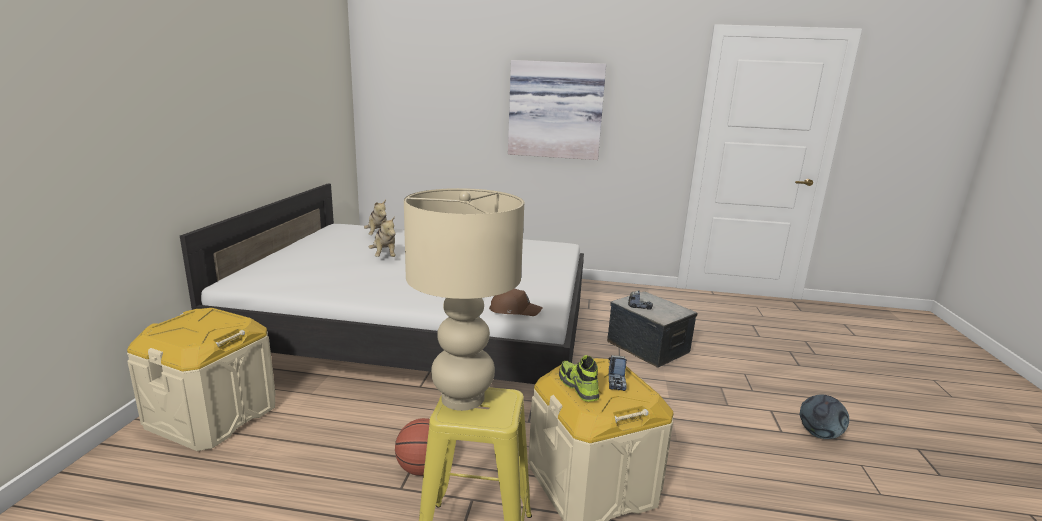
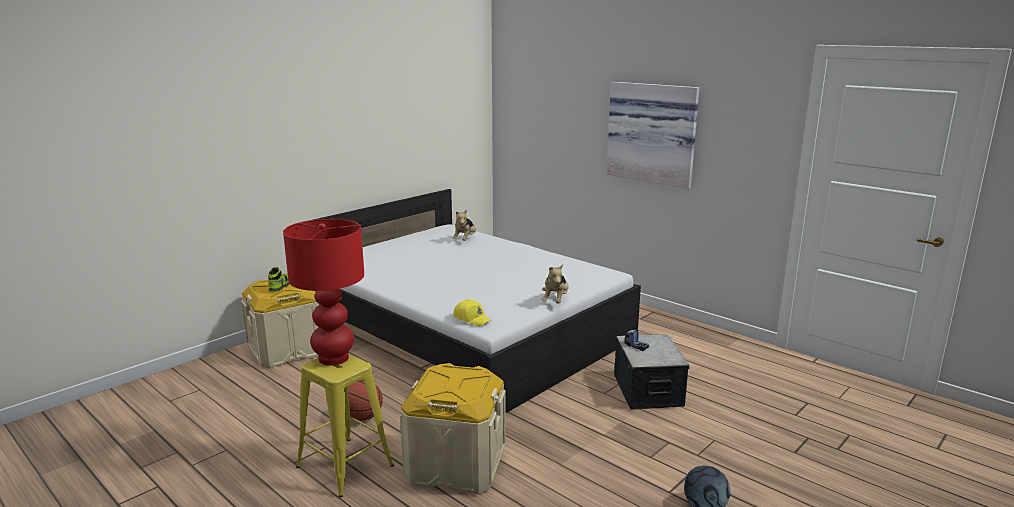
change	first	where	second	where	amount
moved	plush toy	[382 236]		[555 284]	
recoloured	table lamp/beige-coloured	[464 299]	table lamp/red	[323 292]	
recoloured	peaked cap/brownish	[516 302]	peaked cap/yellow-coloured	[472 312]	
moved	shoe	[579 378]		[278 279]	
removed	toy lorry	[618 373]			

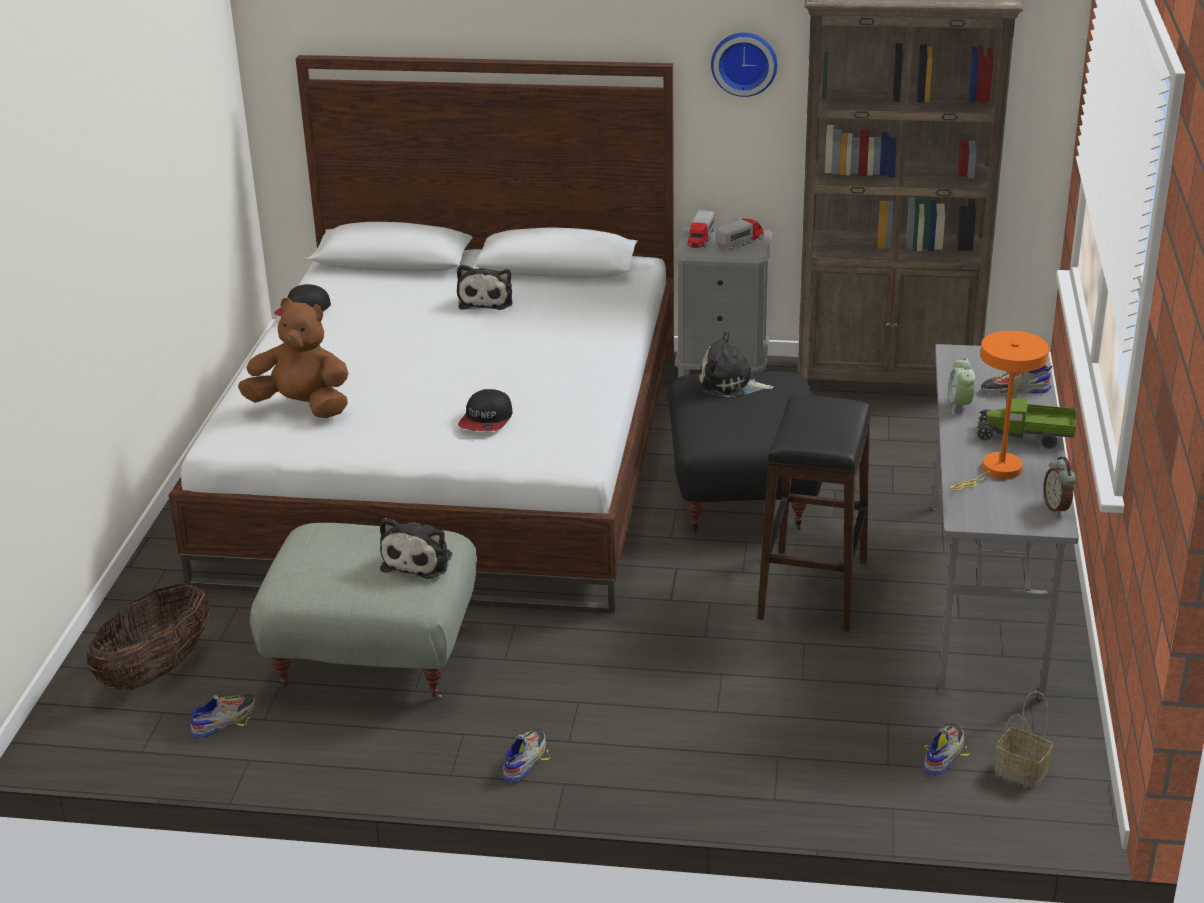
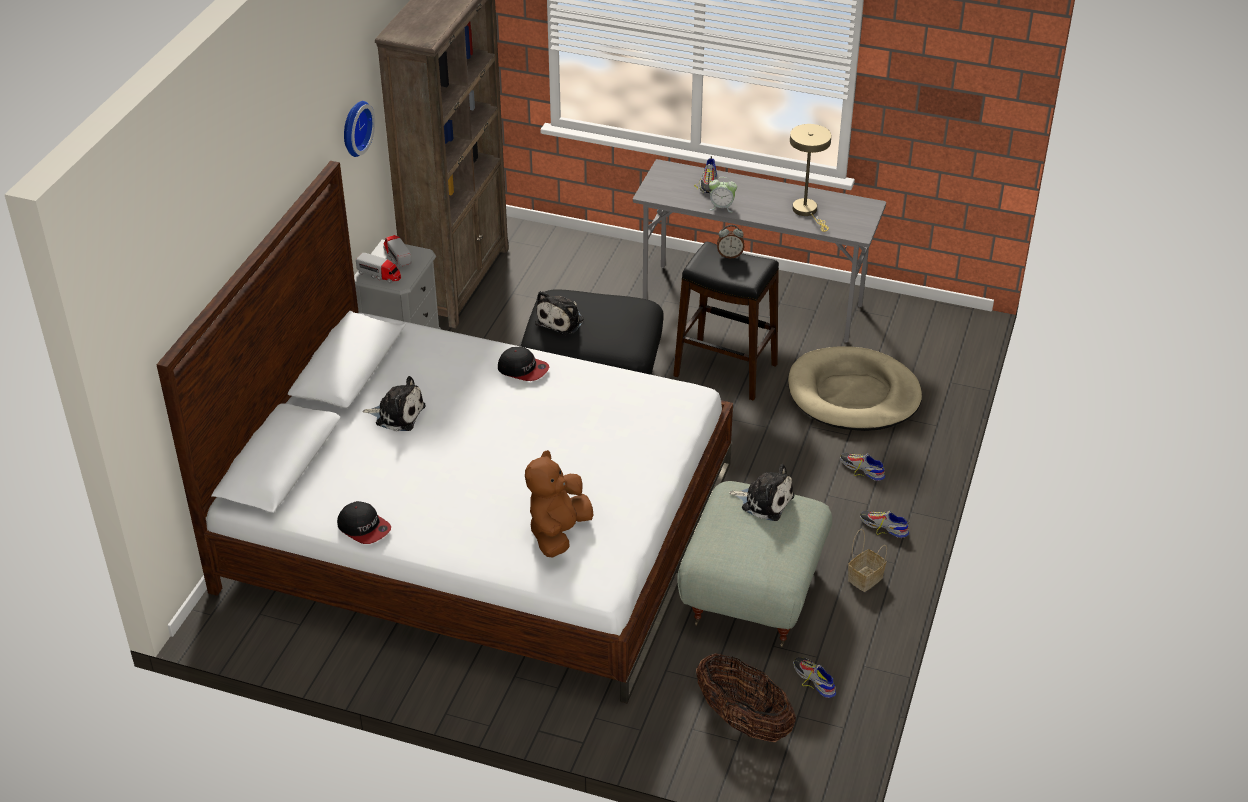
change	first	where	second	where	amount
moved	peaked cap	[485 410]		[524 364]	
moved	shoe	[946 749]		[862 467]	
recoloured	table lamp/orange-coloured	[999 411]	table lamp/beige-coloured	[810 178]	
removed	toy lorry	[1026 423]			
moved	basket	[1024 739]		[867 560]	
moved	table clock	[1060 486]		[730 242]	
added			pet bed/beige-coloured	[855 388]	

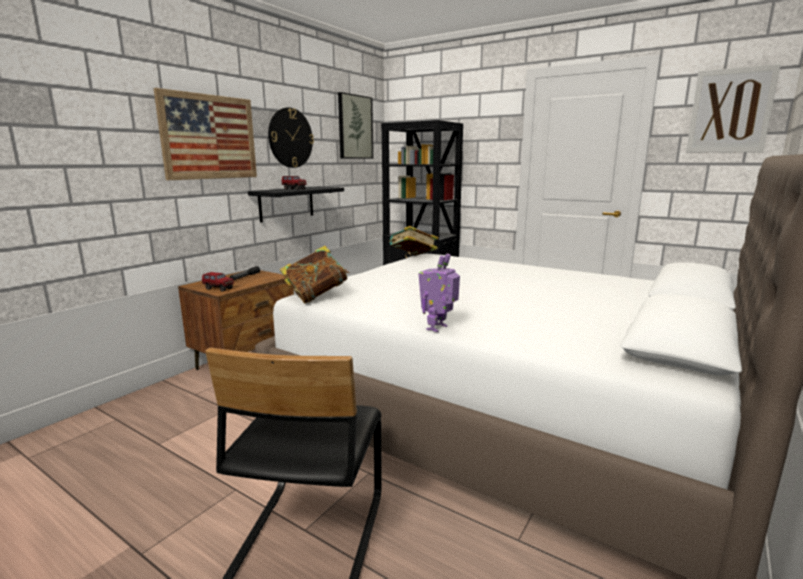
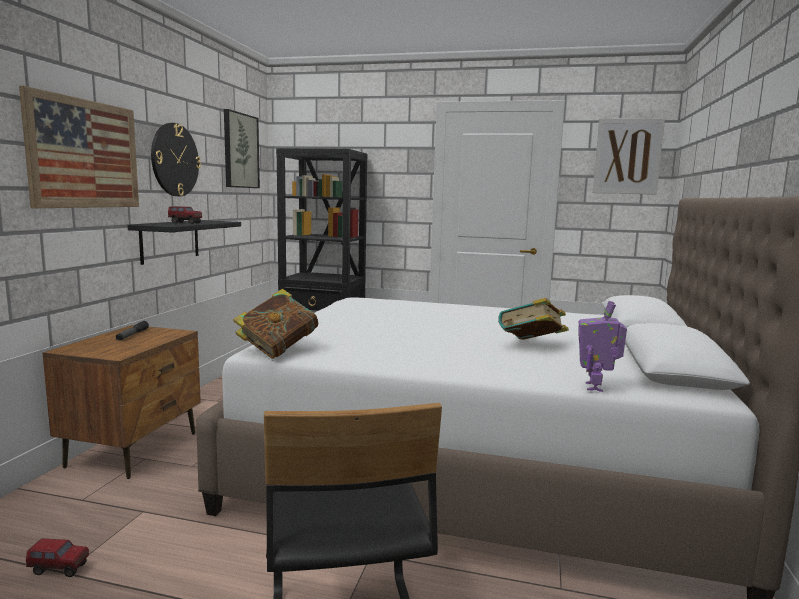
change	first	where	second	where	amount
moved	toy lorry	[218 282]		[57 558]	
moved	volume	[413 240]		[533 319]	
moved	model robot	[439 293]		[602 346]	

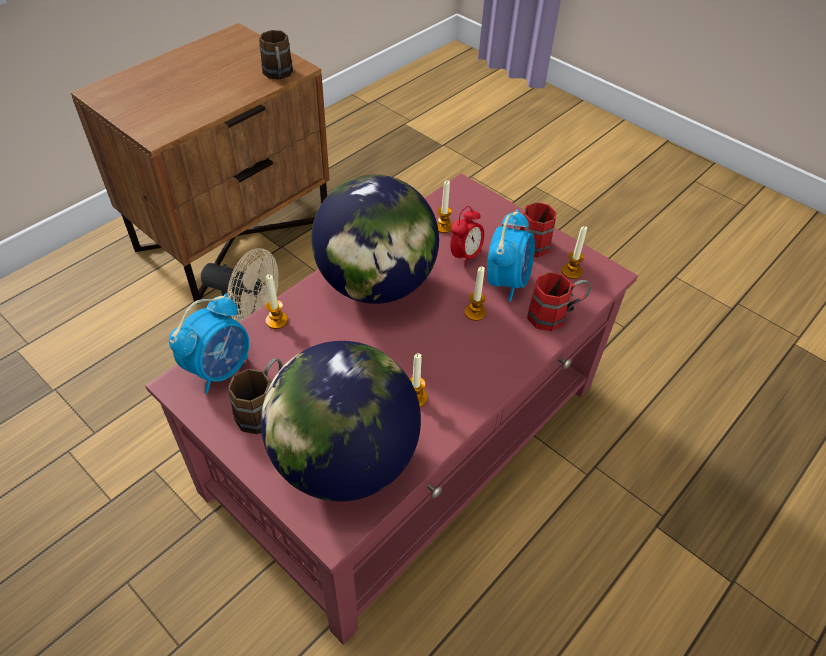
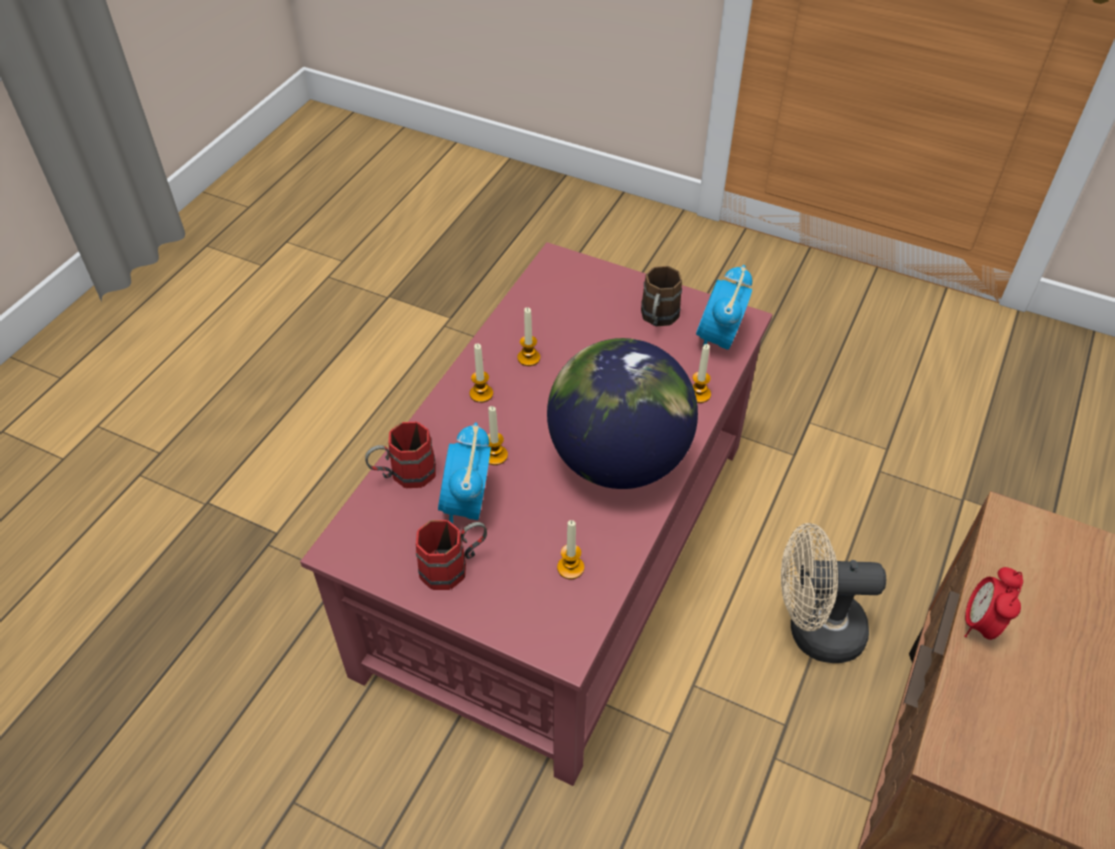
change	first	where	second	where	amount
removed	mug/brownish	[276 55]			
removed	world globe	[341 421]			
moved	table clock	[467 236]		[993 603]	
moved	wax light	[574 252]		[481 373]	

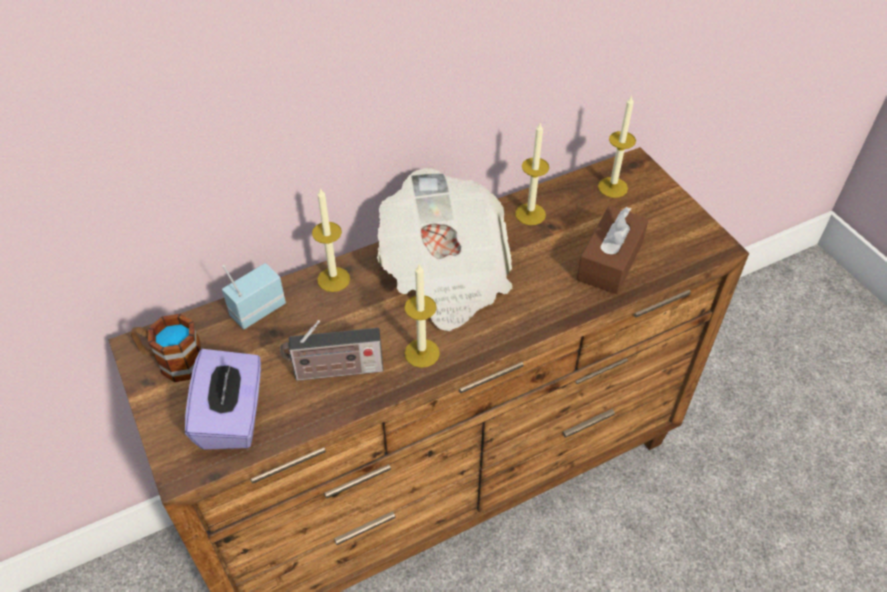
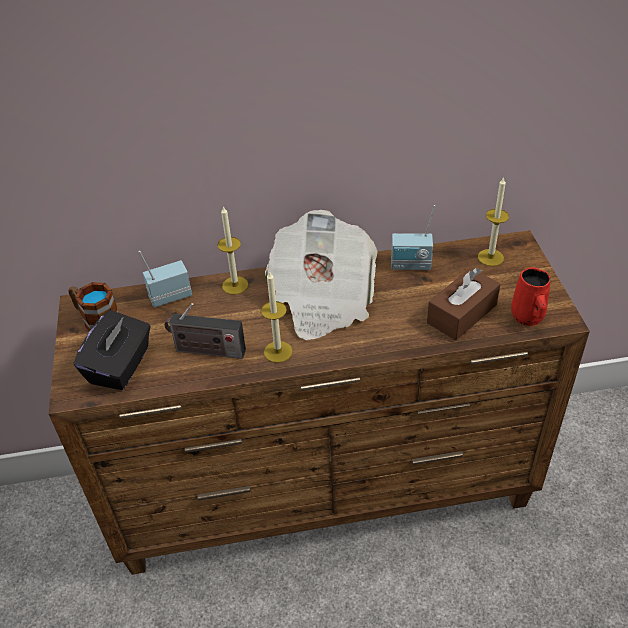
change	first	where	second	where	amount
recoloured	tissue box/purple-coloured	[223 399]	tissue box/blackish	[112 350]	
replaced	wax light	[532 173]	radio set	[413 237]	
added			mug/red	[531 296]	

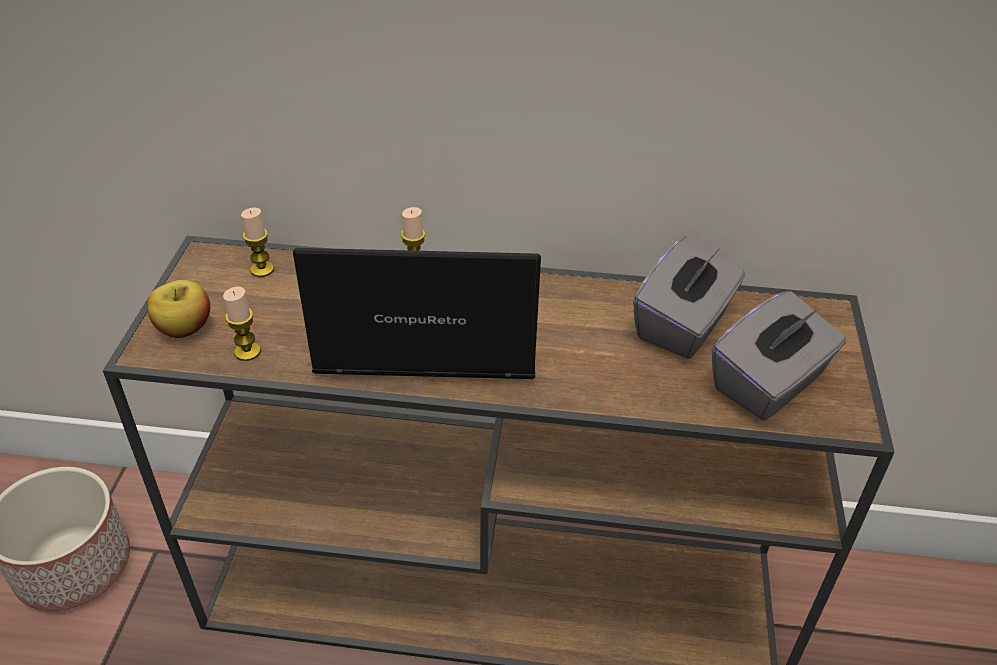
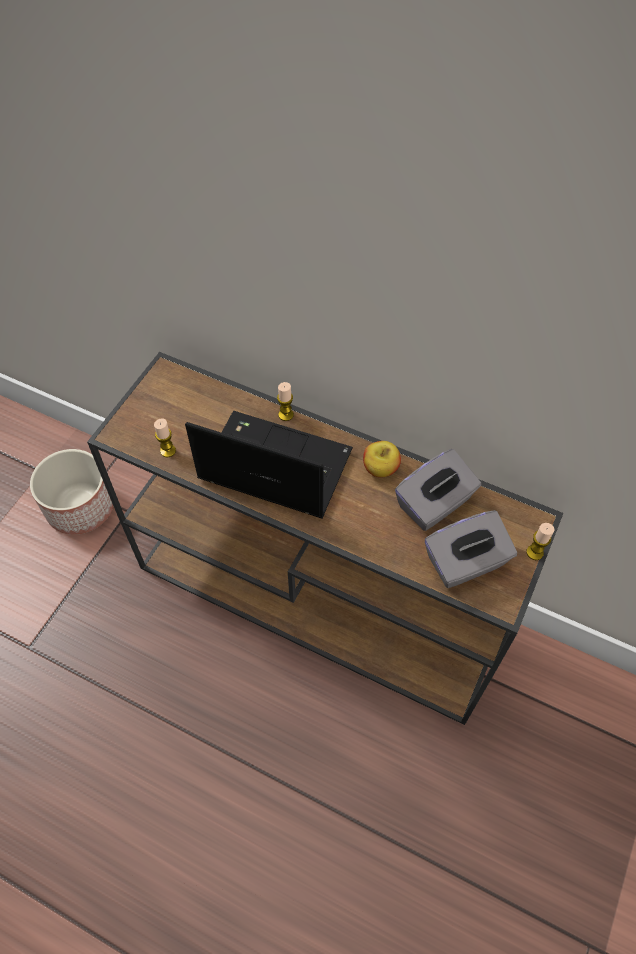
change	first	where	second	where	amount
moved	whole apple	[178 309]		[382 459]	
moved	wax light	[257 242]		[540 541]	

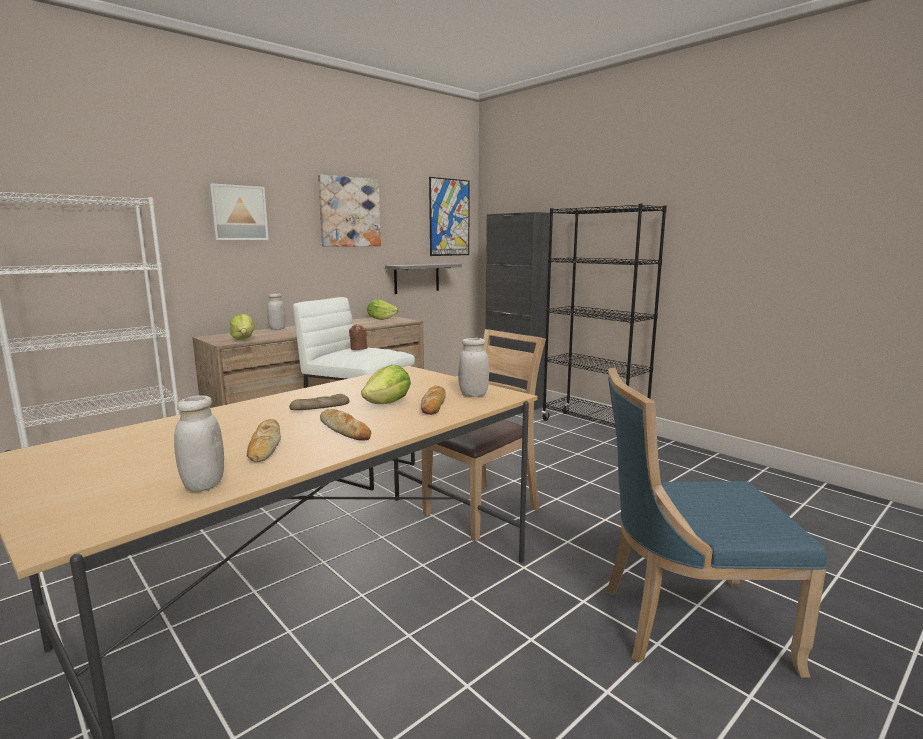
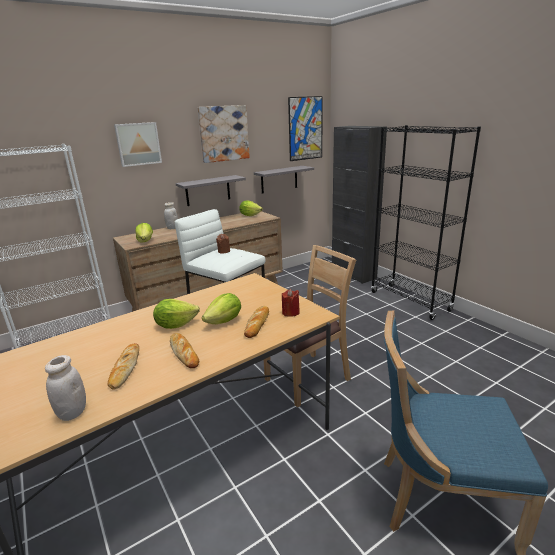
change	first	where	second	where	amount
replaced	bread	[319 402]	head of lettuce	[176 314]	
replaced	storage jar/whitish	[473 367]	wax light/red	[291 303]	
added			shelf/grey	[211 190]	

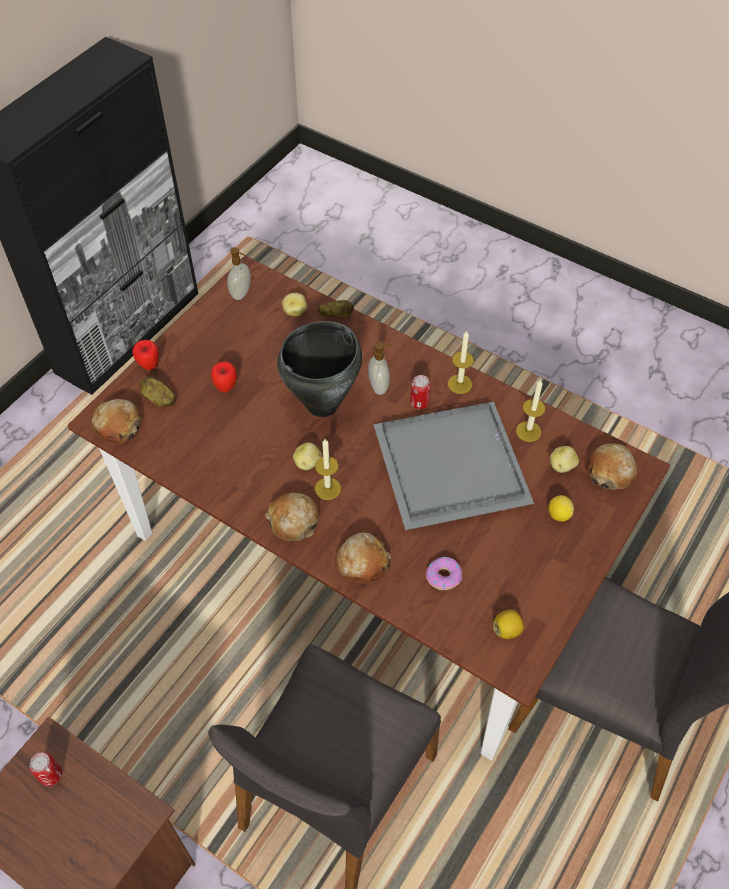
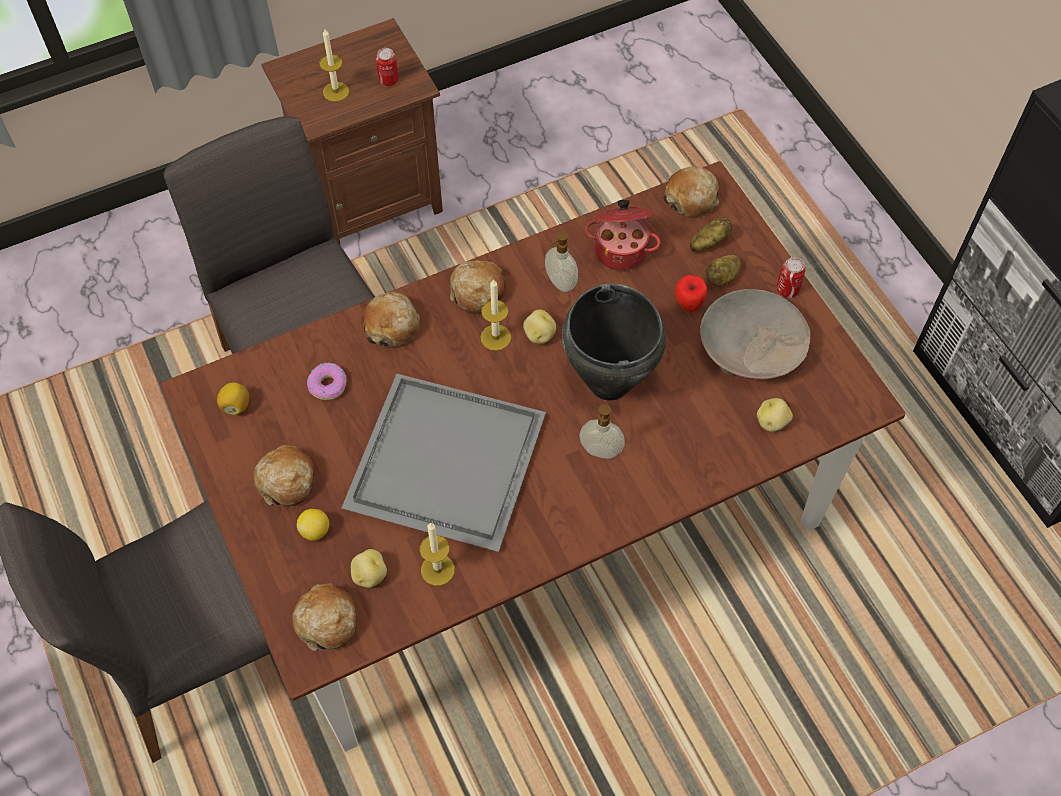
change	first	where	second	where	amount
removed	whole apple	[145 355]			
moved	soap bottle	[239 273]		[561 261]	
moved	whole potato	[336 309]		[723 270]	
moved	sealed can	[420 392]		[791 277]	
moved	wax light	[461 362]		[334 65]	
added			bread	[284 475]	
added			saucepot	[622 235]	
added			deep dish/beige-coloured	[755 334]	

